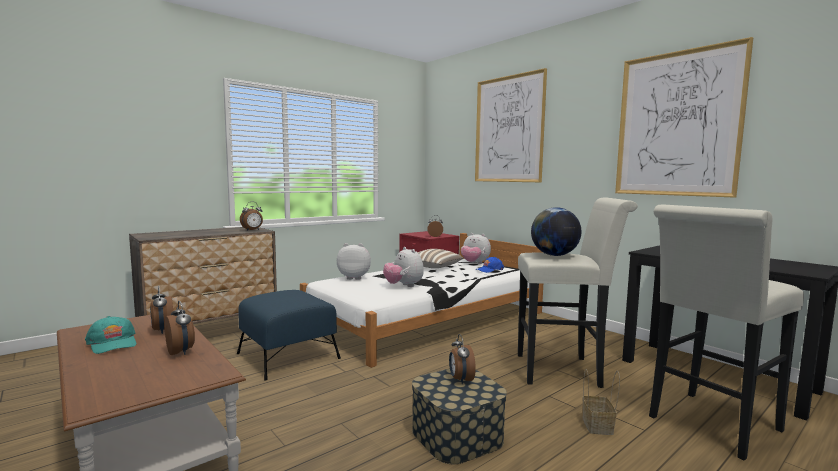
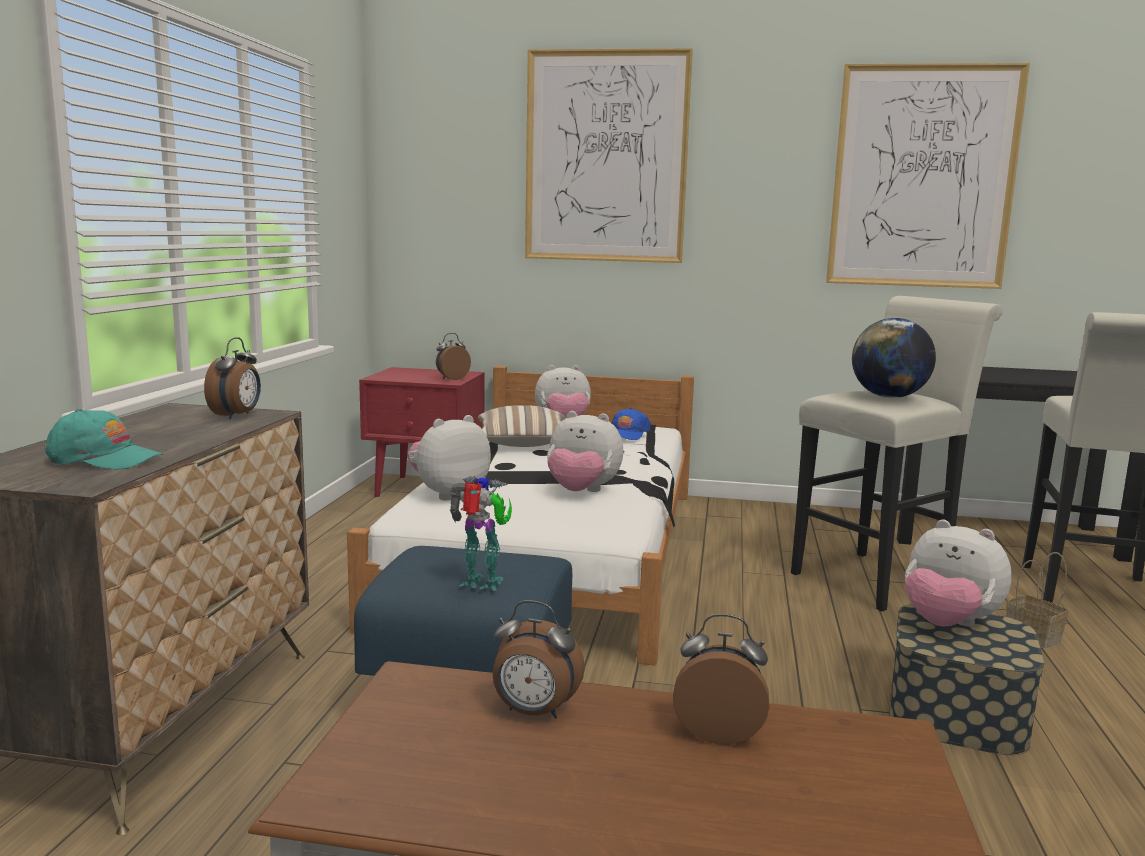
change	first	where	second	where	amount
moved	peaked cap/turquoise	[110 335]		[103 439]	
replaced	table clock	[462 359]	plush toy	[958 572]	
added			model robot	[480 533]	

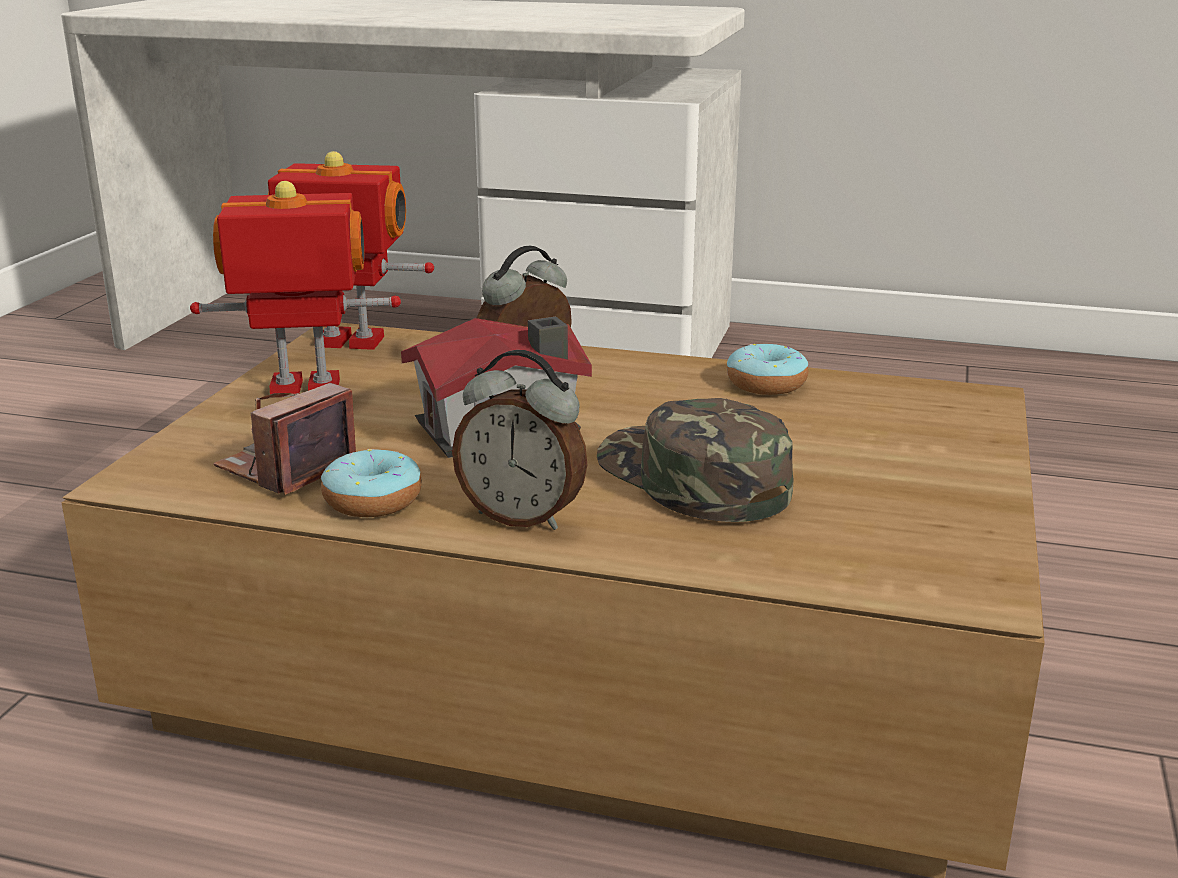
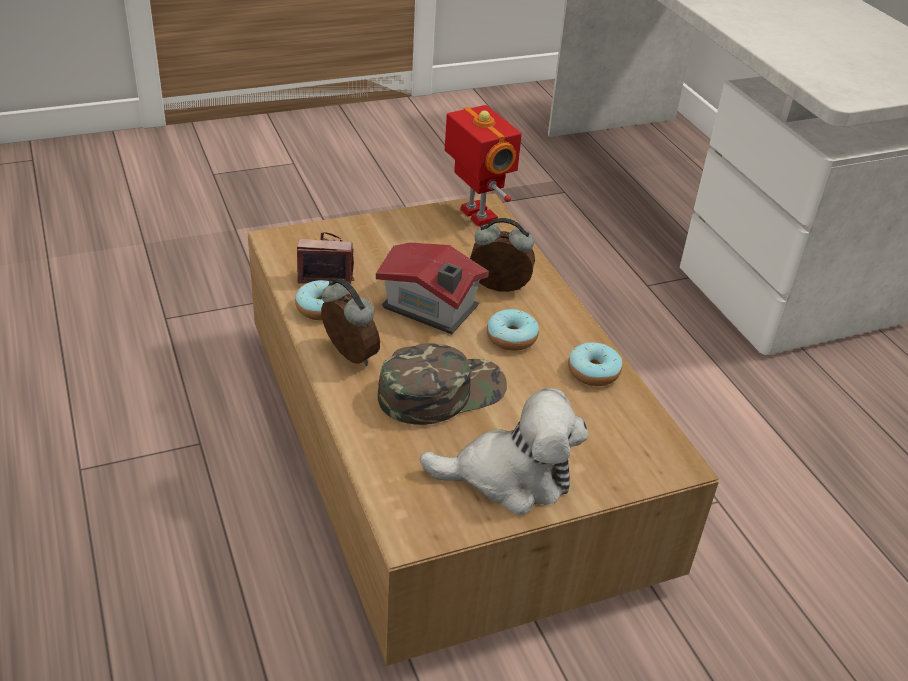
change	first	where	second	where	amount
removed	model robot	[295 287]			
turned	table clock	[520 440]		[350 322]	150 degrees clockwise
turned	peaked cap/green	[695 460]		[442 384]	45 degrees clockwise
added			plush toy	[504 451]	
added			doughnut	[513 330]	

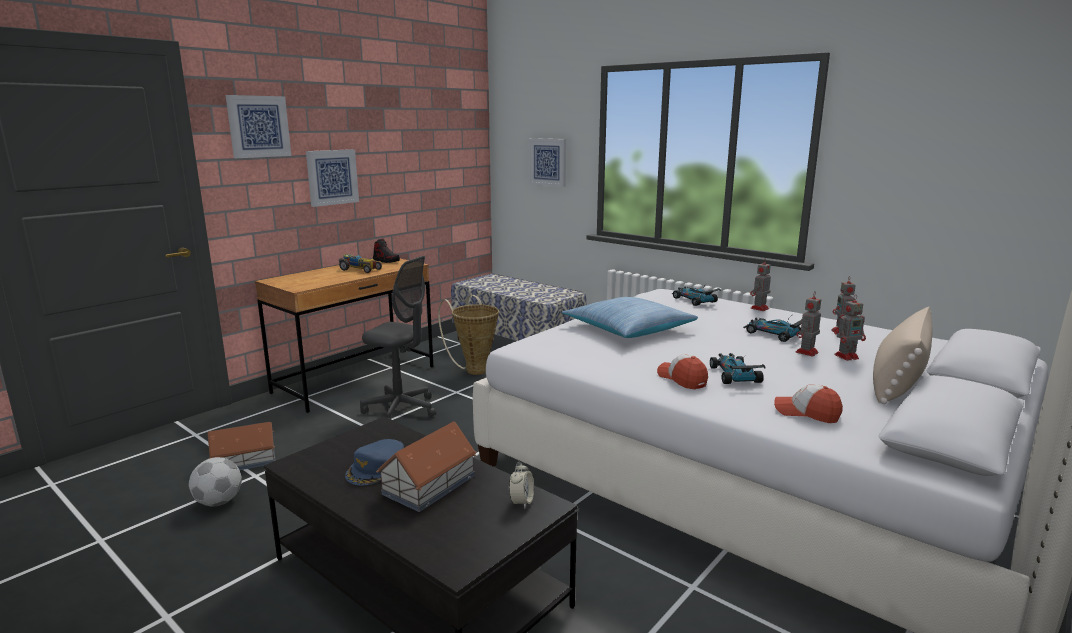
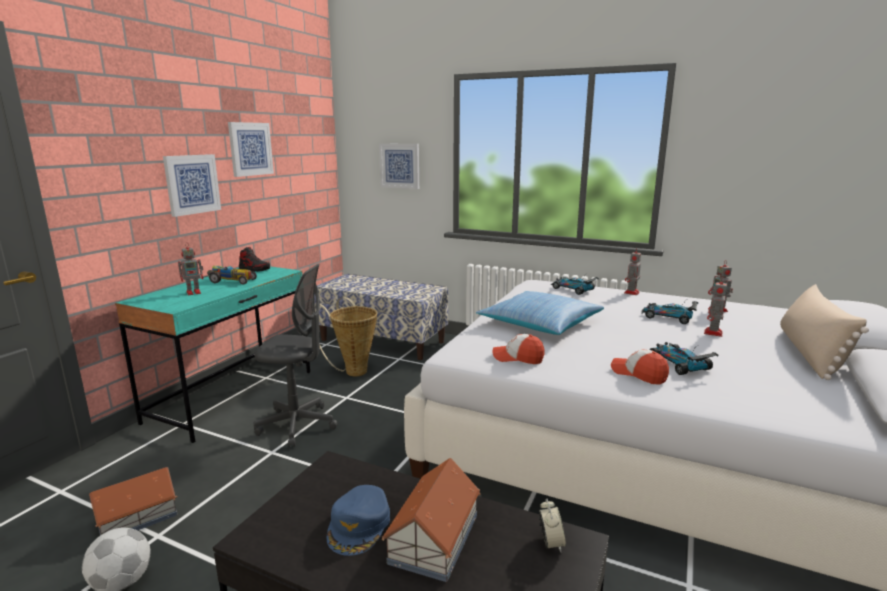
change	first	where	second	where	amount
moved	wall picture	[258 126]		[251 149]	
recoloured	desk/brownish	[344 336]	desk/turquoise	[212 354]	
moved	peaked cap	[808 403]		[519 349]	
moved	model robot	[850 328]		[190 268]	

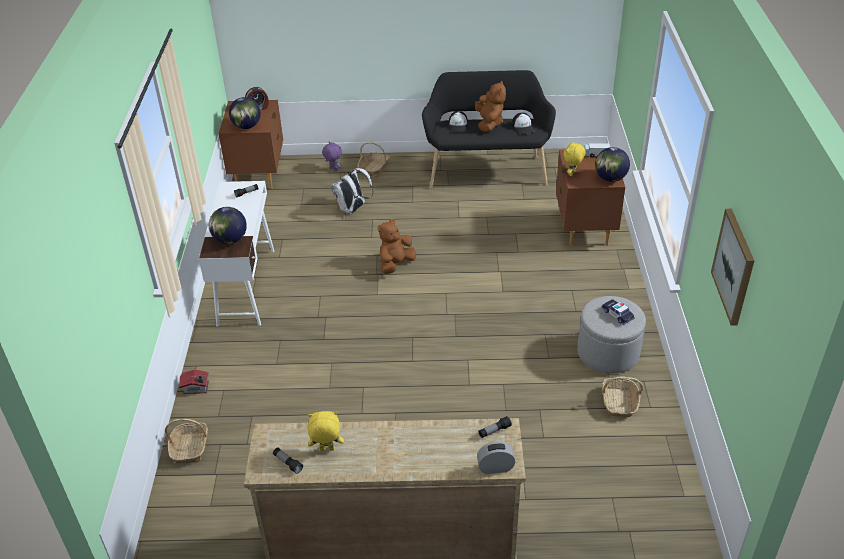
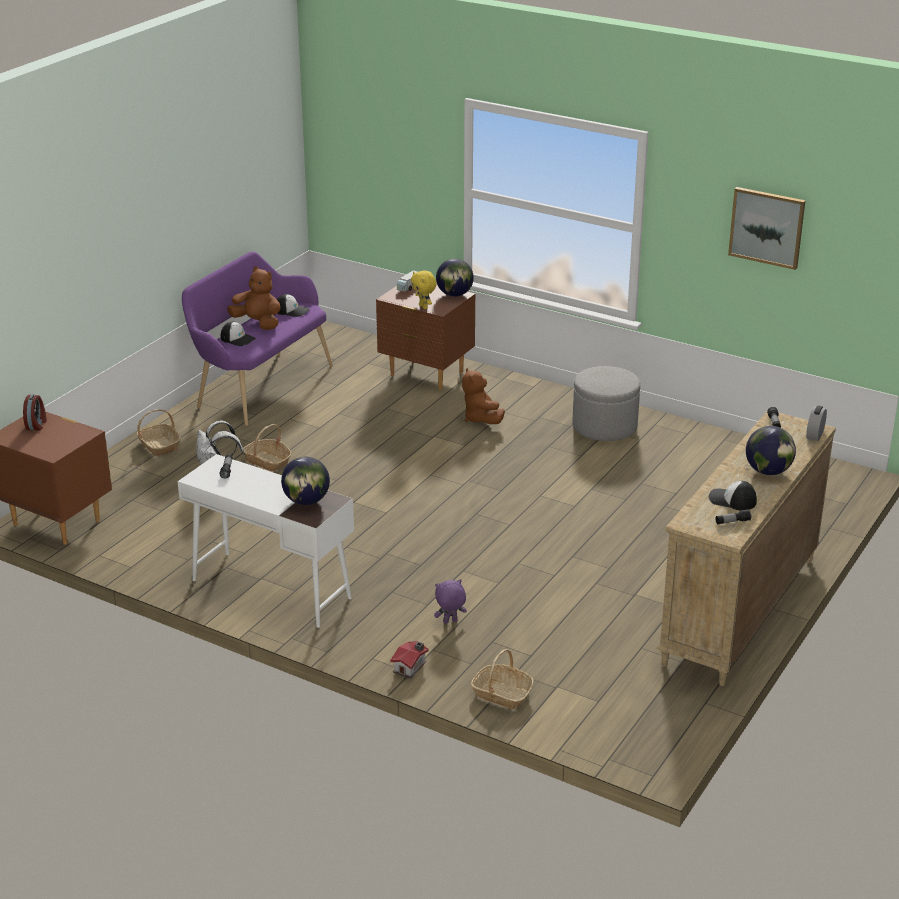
change	first	where	second	where	amount
moved	world globe	[245 113]		[771 450]	
replaced	plush toy/yellow-coloured	[326 431]	peaked cap	[733 495]	
moved	plush toy/purple-coloured	[332 156]		[450 601]	
moved	plush toy/brownish	[397 246]		[483 396]	
recoloured	indoor bench/blackish	[489 129]	indoor bench/purple-coloured	[257 339]	
removed	miniature car	[618 311]			
moved	basket	[622 396]		[267 447]	

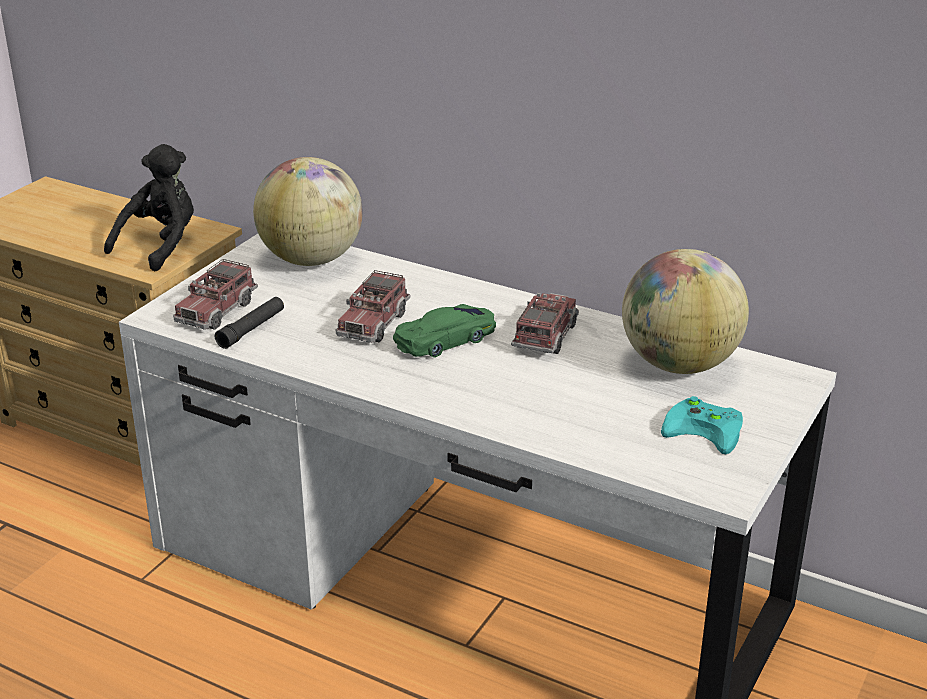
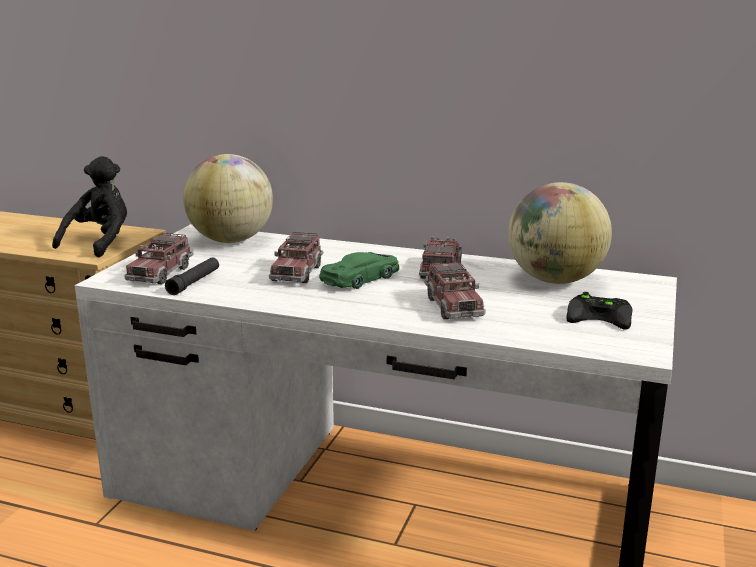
change	first	where	second	where	amount
recoloured	joypad/turquoise	[702 425]	joypad/blackish	[599 311]	
added			toy lorry	[455 290]	

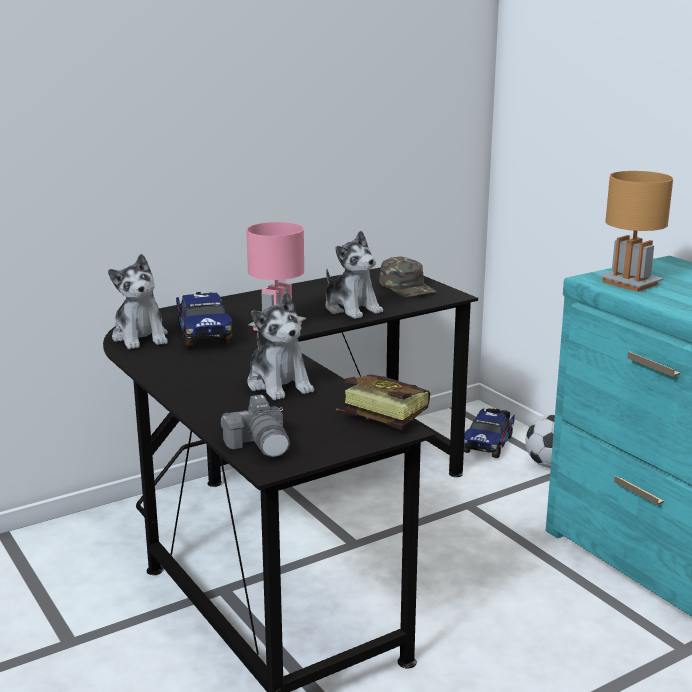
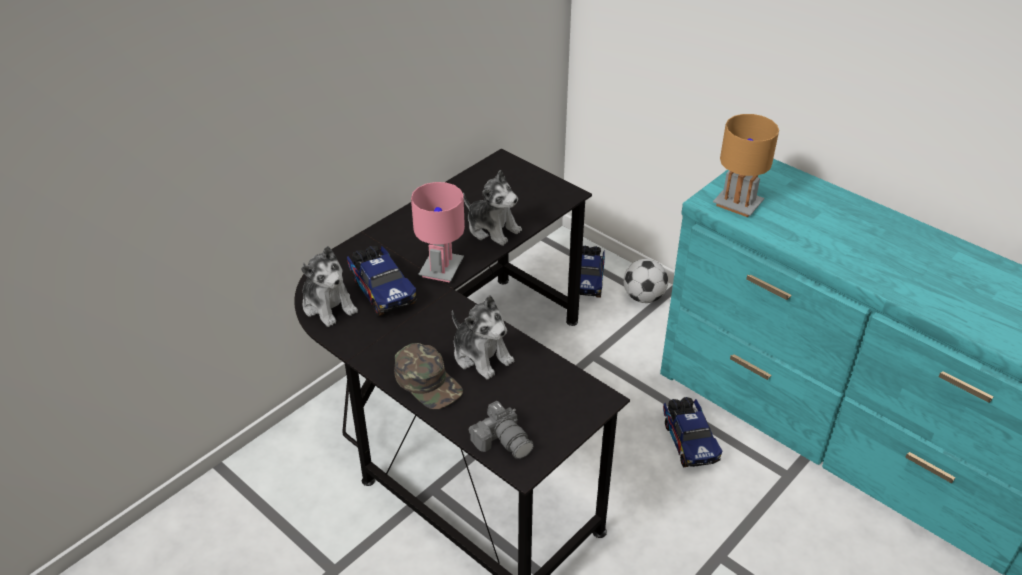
change	first	where	second	where	amount
removed	volume	[383 402]			
moved	peaked cap/green	[407 276]		[428 376]	
added			toy lorry	[692 432]	

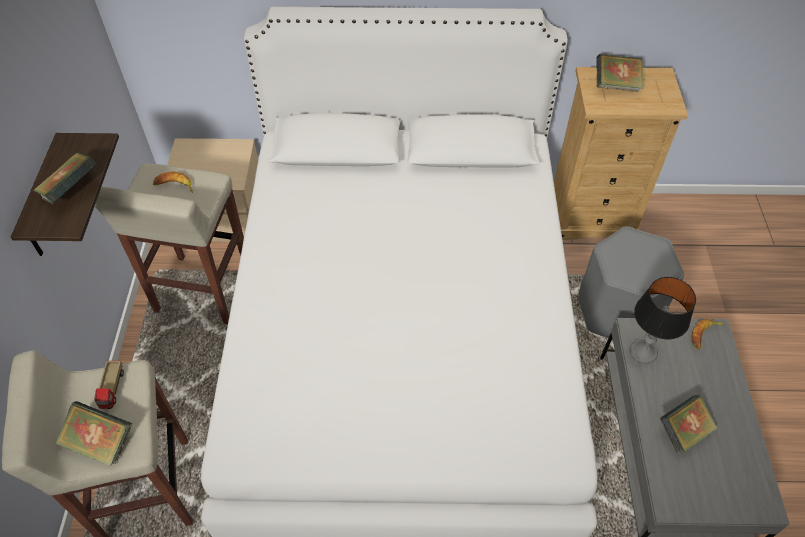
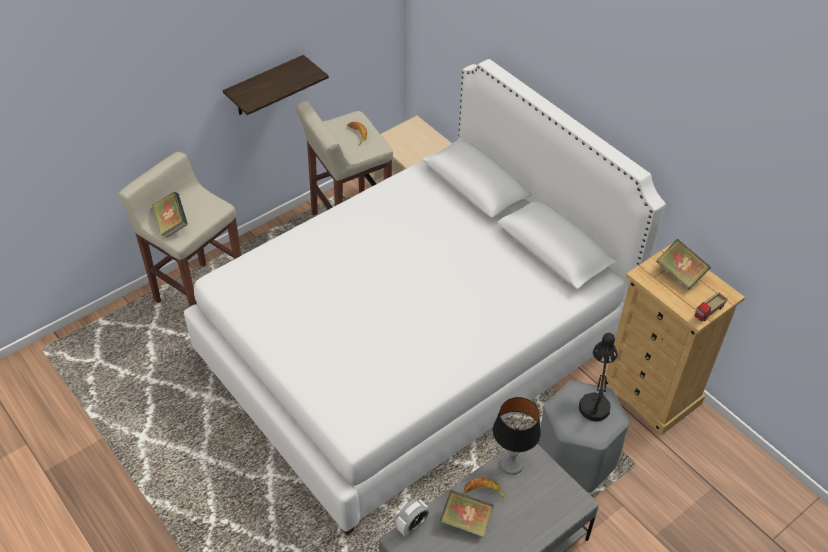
change	first	where	second	where	amount
removed	volume	[65 178]			
moved	toy lorry	[109 385]		[711 307]	
moved	banana	[707 334]		[485 488]	
added			table clock	[412 518]	
added			table lamp/blackish	[598 377]	

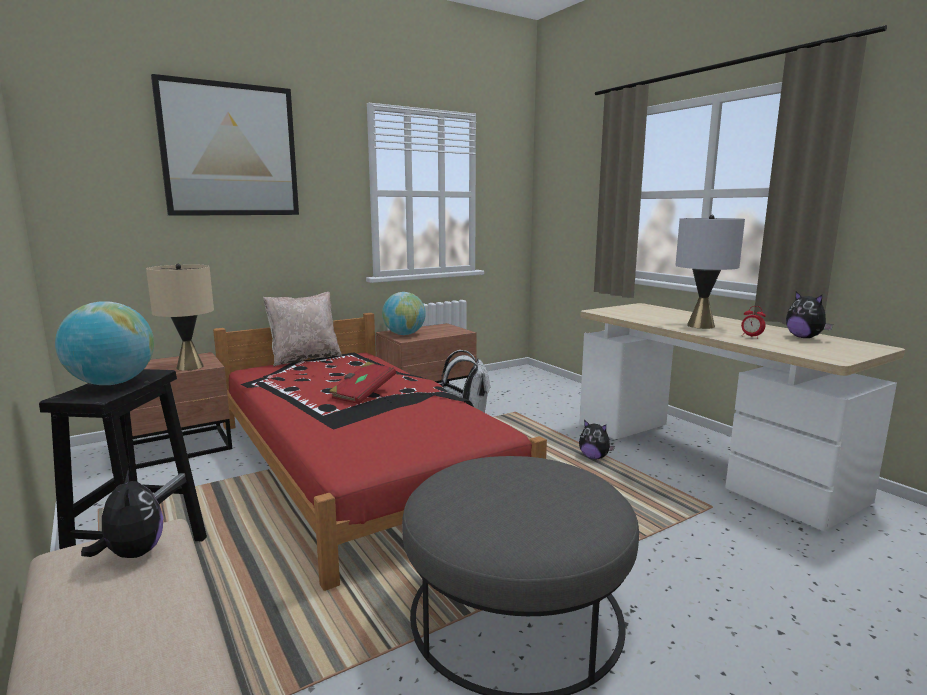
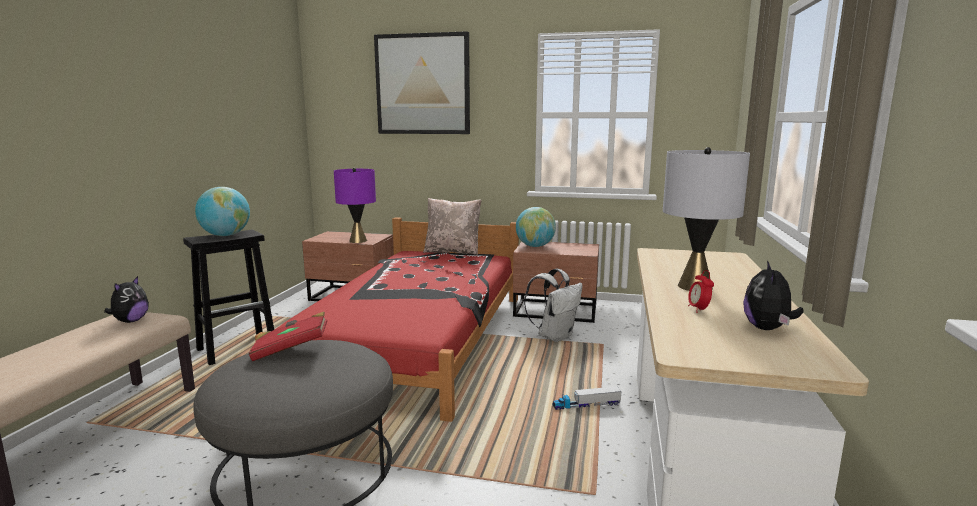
change	first	where	second	where	amount
recoloured	table lamp/beige-coloured	[180 317]	table lamp/purple-coloured	[355 205]	
moved	volume/red	[362 383]		[288 336]	
replaced	plush toy	[597 439]	toy lorry	[587 398]	

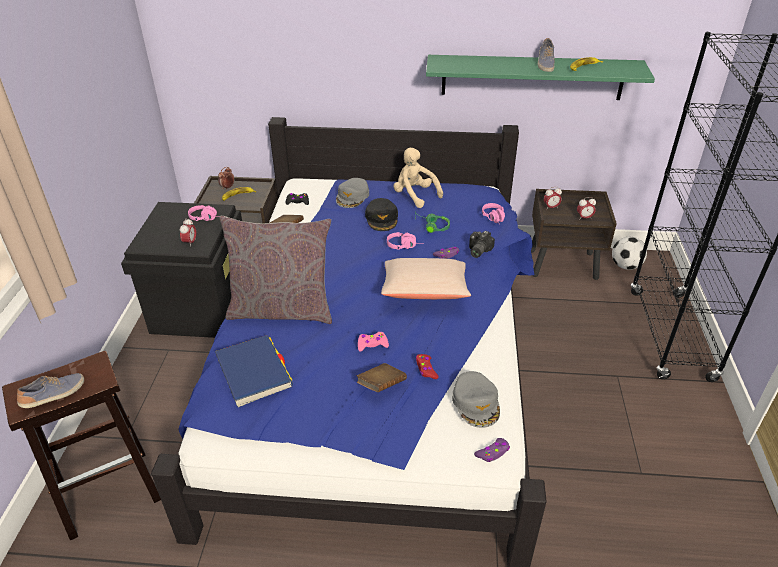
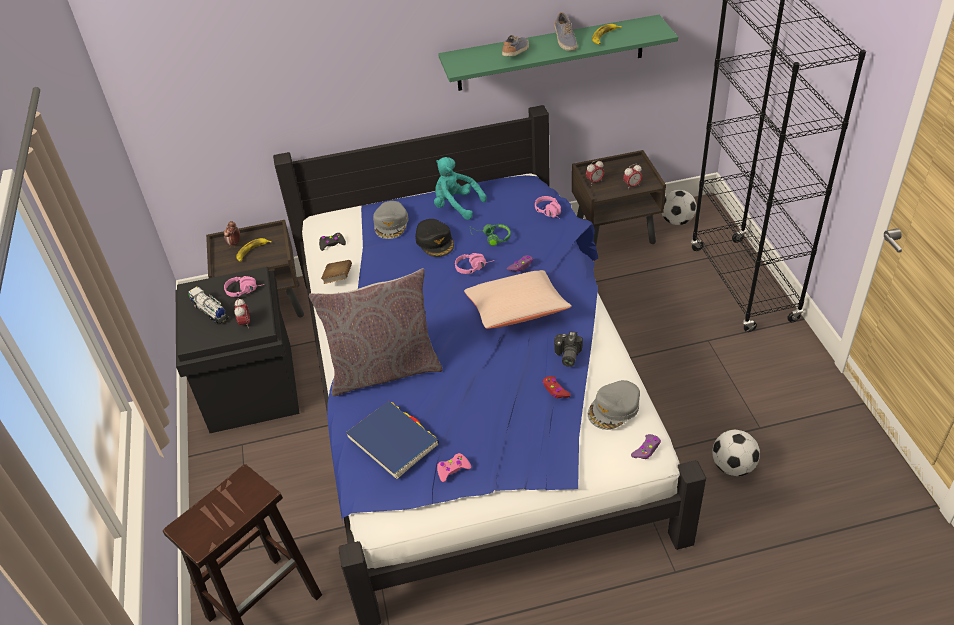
change	first	where	second	where	amount
moved	shoe	[50 390]		[515 45]	
removed	volume/brownish	[382 377]			
moved	joypad/pinkish	[373 342]		[454 467]	
recoloured	plush toy/beige-coloured	[418 178]	plush toy/turquoise	[460 188]	
turned	peaked cap/grey	[476 399]		[614 405]	75 degrees clockwise
moved	photo camera	[482 244]		[568 349]	
added			toy lorry	[208 305]	
added			football	[736 453]	

